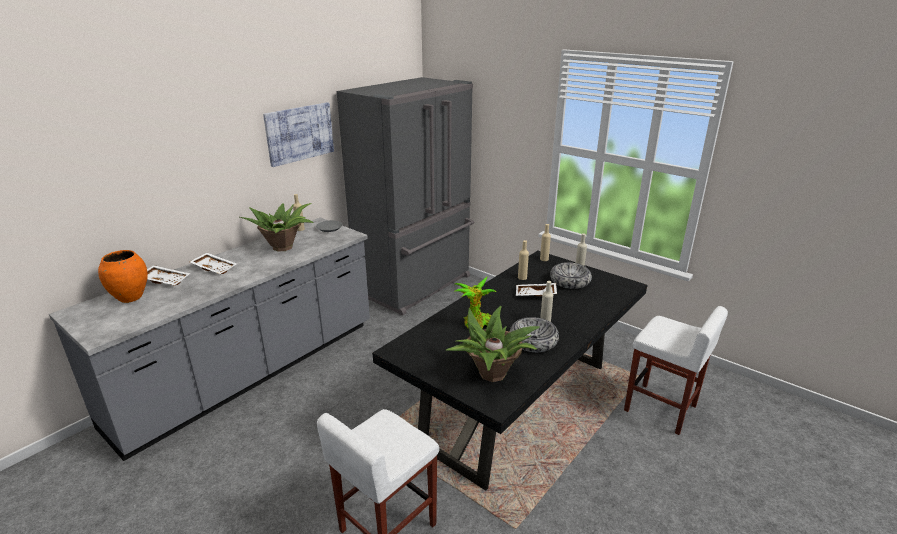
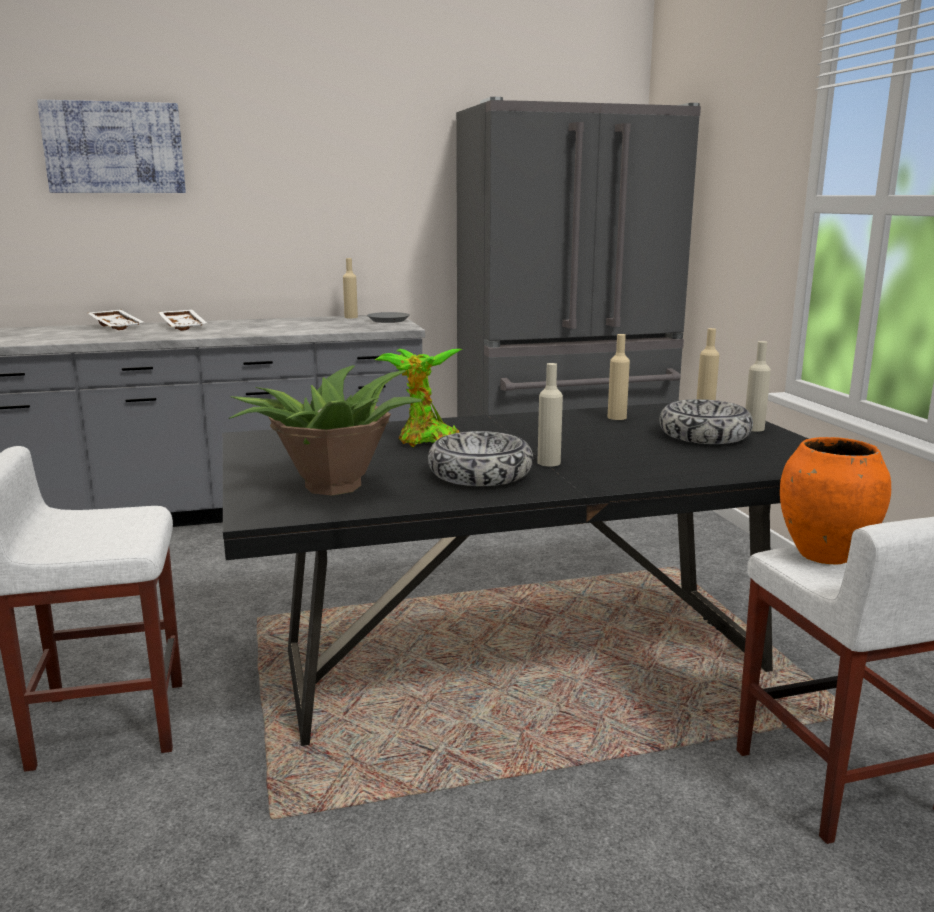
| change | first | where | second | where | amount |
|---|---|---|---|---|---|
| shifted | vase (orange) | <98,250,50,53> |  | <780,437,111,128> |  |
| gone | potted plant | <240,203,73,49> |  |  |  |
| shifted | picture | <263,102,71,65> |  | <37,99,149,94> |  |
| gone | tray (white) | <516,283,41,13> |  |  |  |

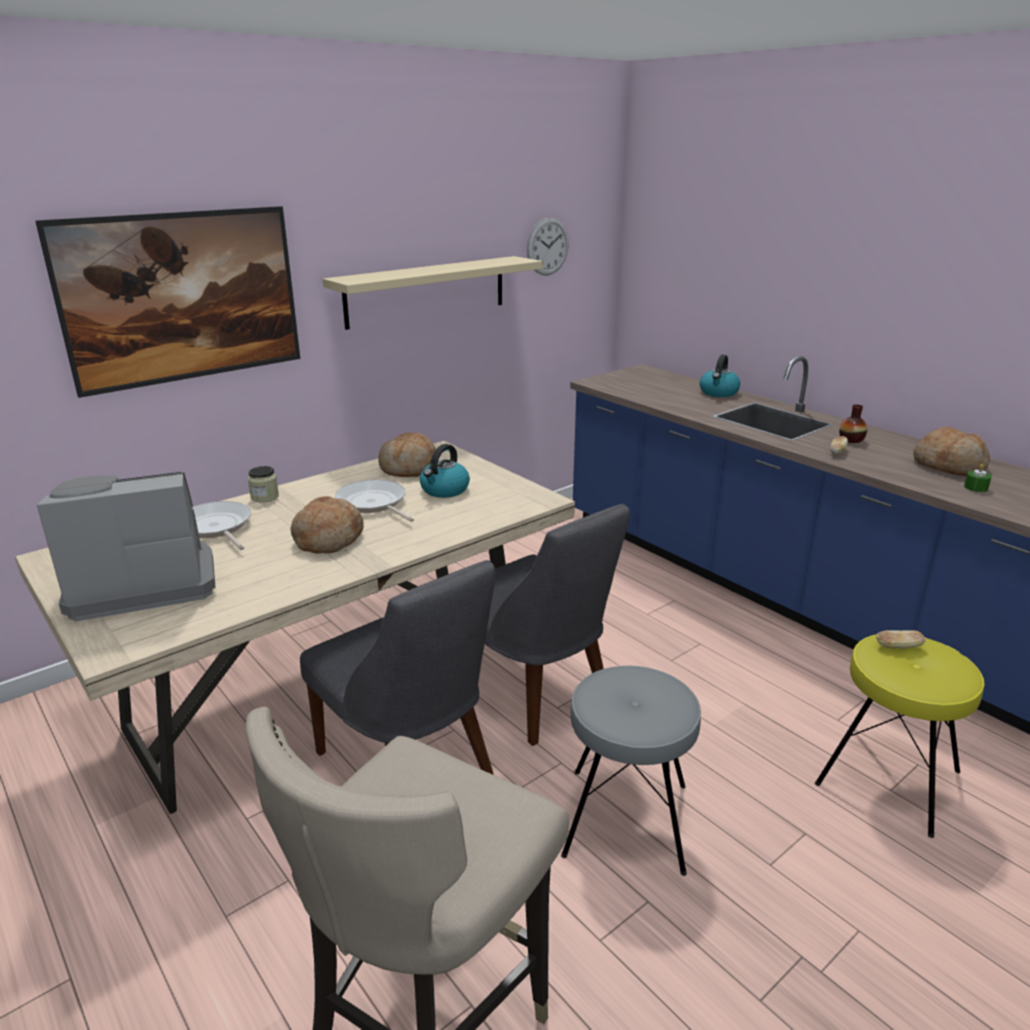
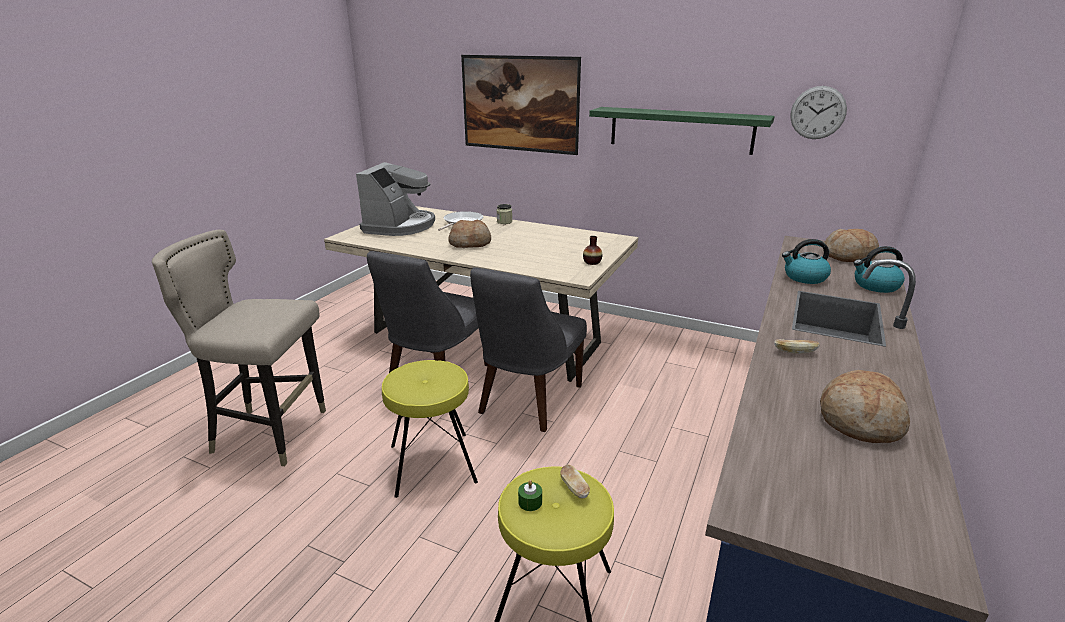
| change | first | where | second | where | amount |
|---|---|---|---|---|---|
| rotated | coffee machine | <37,471,179,150> |  | <356,162,79,74> | 60 degrees clockwise |
| repainted | shelf (beige) | <323,256,219,74> | shelf (green) | <589,107,185,48> |  |
| gone | frying pan | <335,480,79,42> |  |  |  |
| shifted | bread | <378,433,58,44> |  | <823,229,56,33> |  |
| shifted | kettle | <420,444,50,54> |  | <782,239,49,45> |  |
| repainted | stool (grey) | <561,666,140,210> | stool (yellow) | <382,360,96,138> |  |
| shifted | vase | <839,404,28,39> |  | <583,236,19,29> |  |
| shifted | candle (green) | <964,464,28,28> |  | <518,480,24,31> |  |

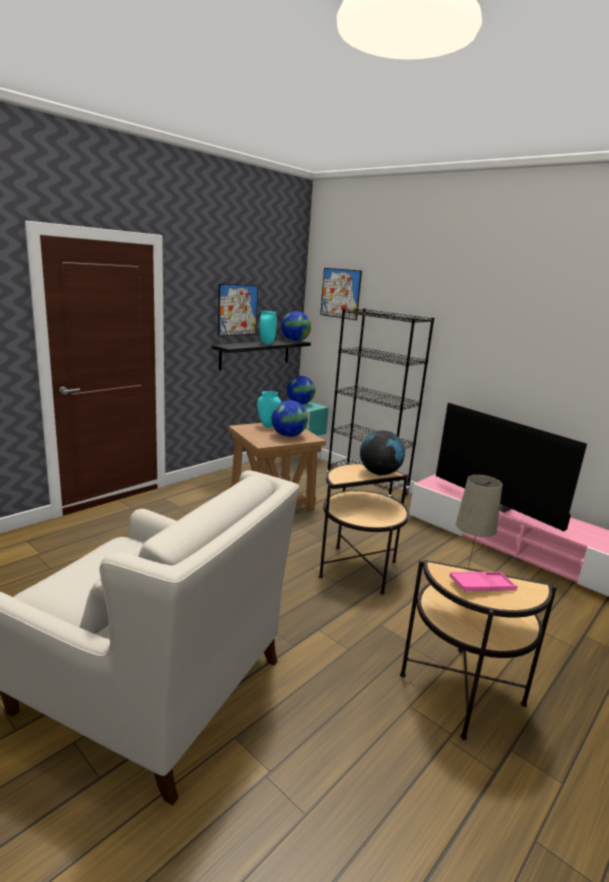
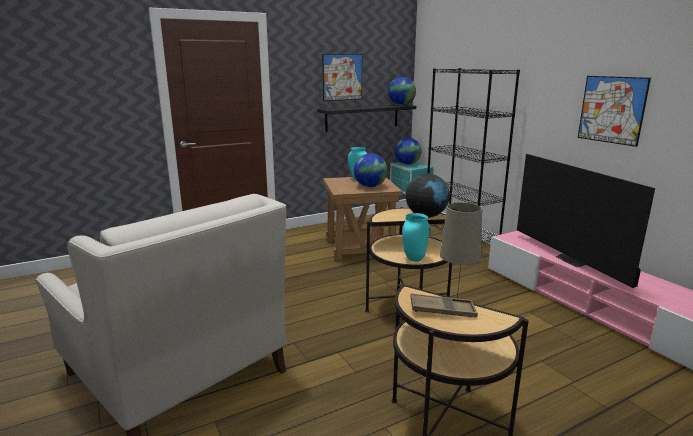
| change | first | where | second | where | amount |
|---|---|---|---|---|---|
| shifted | vase (turquoise) | <259,311,18,33> |  | <402,213,27,49> |  |
| shifted | picture | <320,268,42,52> |  | <578,76,73,71> |  |
| repainted | tray (pink) | <450,572,68,20> | tray (brown) | <410,293,68,25> |  |

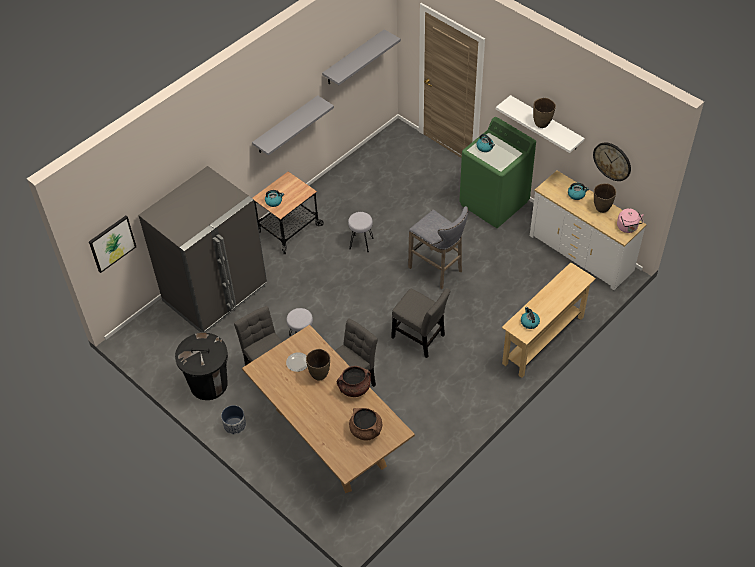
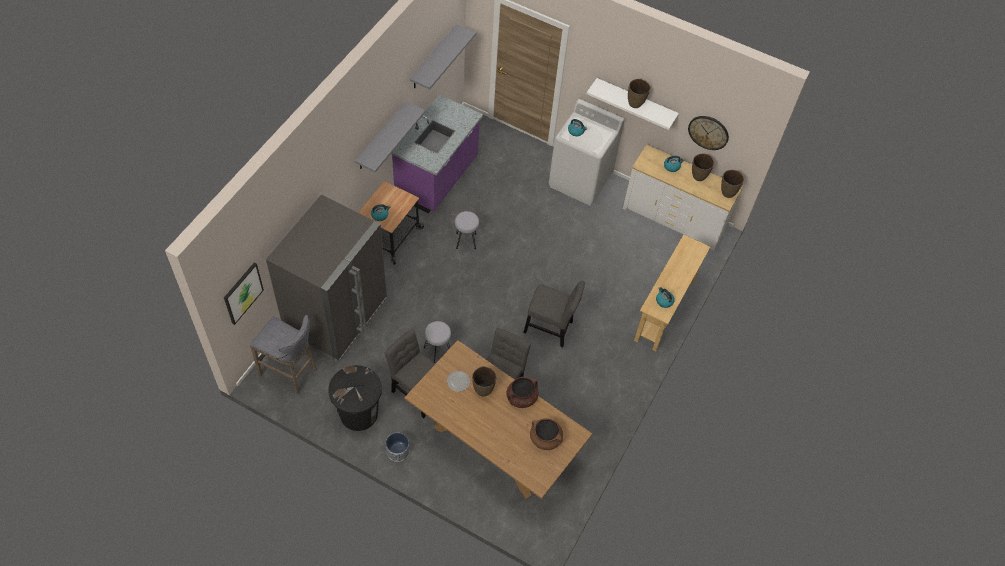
| change | first | where | second | where | amount |
|---|---|---|---|---|---|
| shifted | stool (grey) | <408,206,60,83> |  | <250,315,67,80> |  |
| repainted | washing machine (green) | <459,117,77,111> | washing machine (white) | <549,99,75,107> |  |
| swapped | kettle (pink) | <617,208,27,25> | vase (brown) | <721,170,23,28> |  |
| new |  |  | counter (purple) | <392,95,91,118> |  |

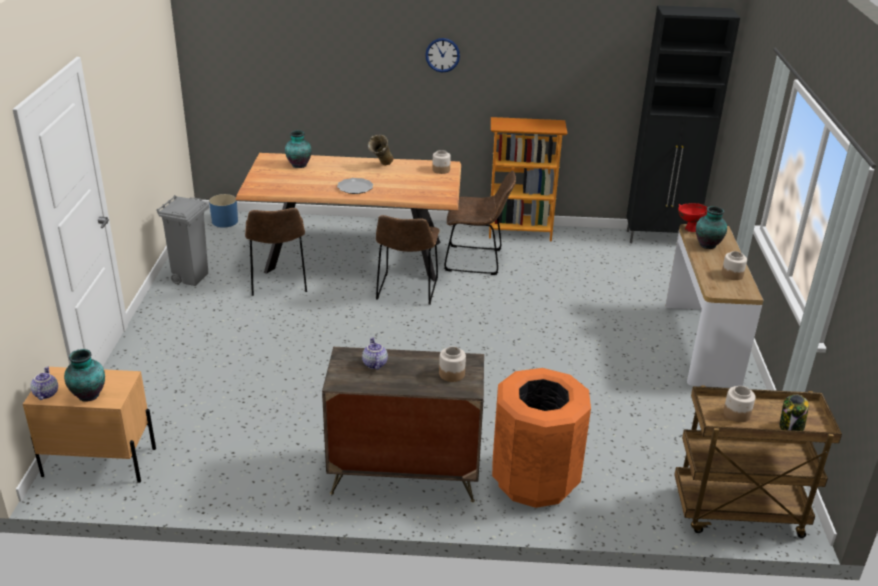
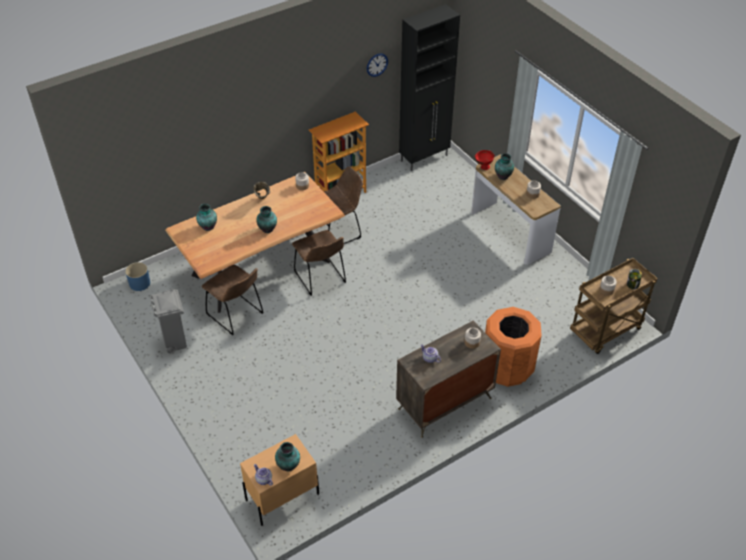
| change | first | where | second | where | amount |
|---|---|---|---|---|---|
| swapped | plate | <337,178,37,16> | vase | <256,206,21,27> |  |
| shifted | wall clock | <425,38,35,35> |  | <367,53,21,24> |  |

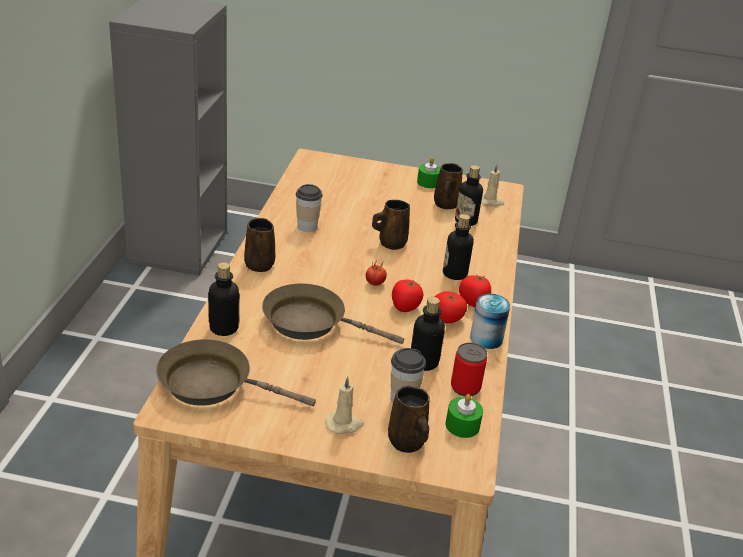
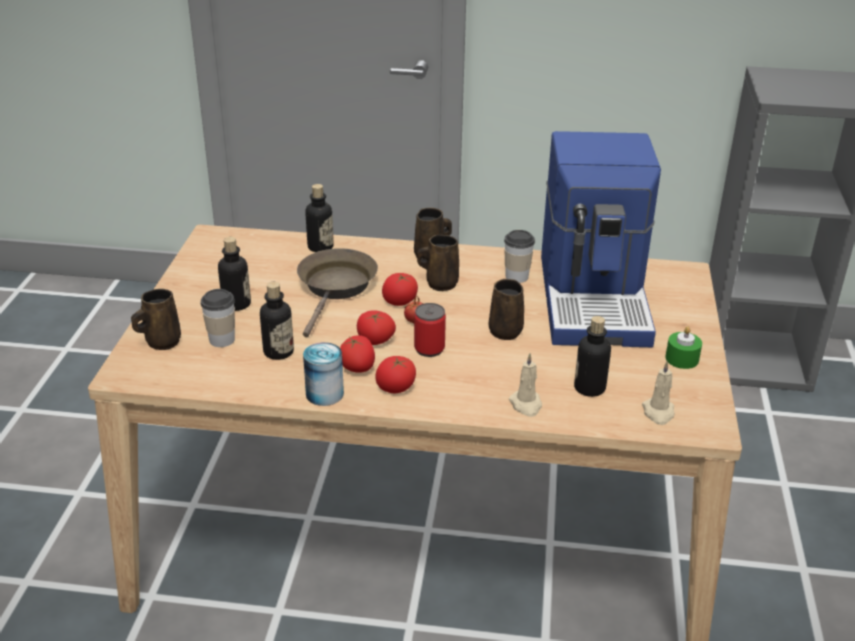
| change | first | where | second | where | amount |
|---|---|---|---|---|---|
| gone | frying pan (brown) | <156,339,160,67> |  |  |  |
| shifted | candle (beige) | <326,377,38,57> |  | <509,353,33,64> |  |
| shifted | mug (brown) | <434,163,29,46> |  | <417,235,42,56> |  |
| shifted | bottle | <443,214,31,66> |  | <218,237,33,74> |  |
| gone | candle (green) | <445,394,38,44> |  |  |  |
| shifted | can | <451,343,36,53> |  | <414,303,32,54> |  |
| new |  |  | tomato | <382,273,36,33> |  |
| new |  |  | coffee machine | <541,131,120,216> |  |

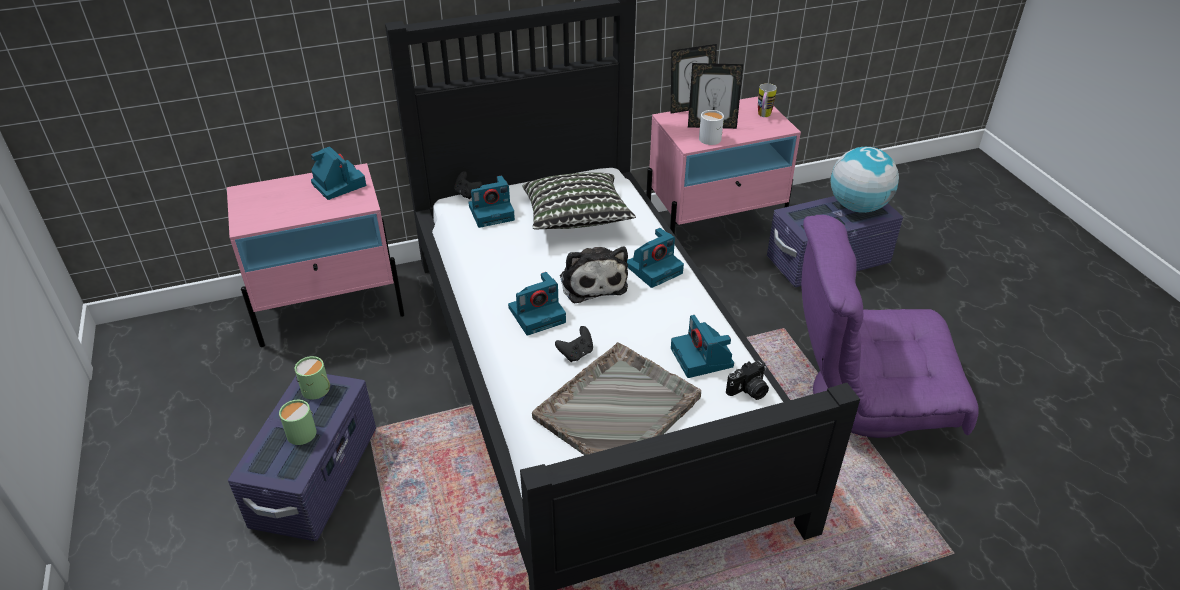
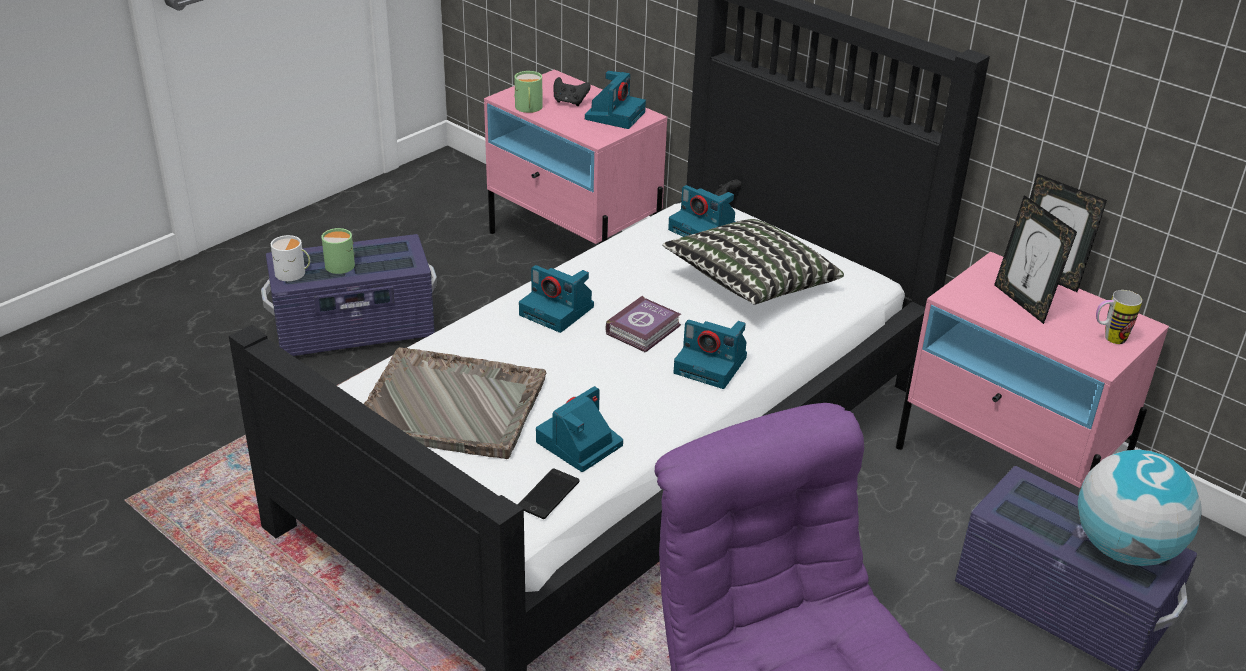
| change | first | where | second | where | amount |
|---|---|---|---|---|---|
| shifted | mug (green) | <295,356,35,44> |  | <514,71,28,42> |  |
| shifted | game controller (black) | <555,326,38,36> |  | <553,77,38,29> |  |
| swapped | plush toy | <560,246,68,58> | book | <605,295,76,58> |  |
| shifted | mug (white) | <699,110,25,35> |  | <271,235,39,46> |  |
| swapped | photo camera | <726,360,43,40> | phone | <518,469,62,50> |  |

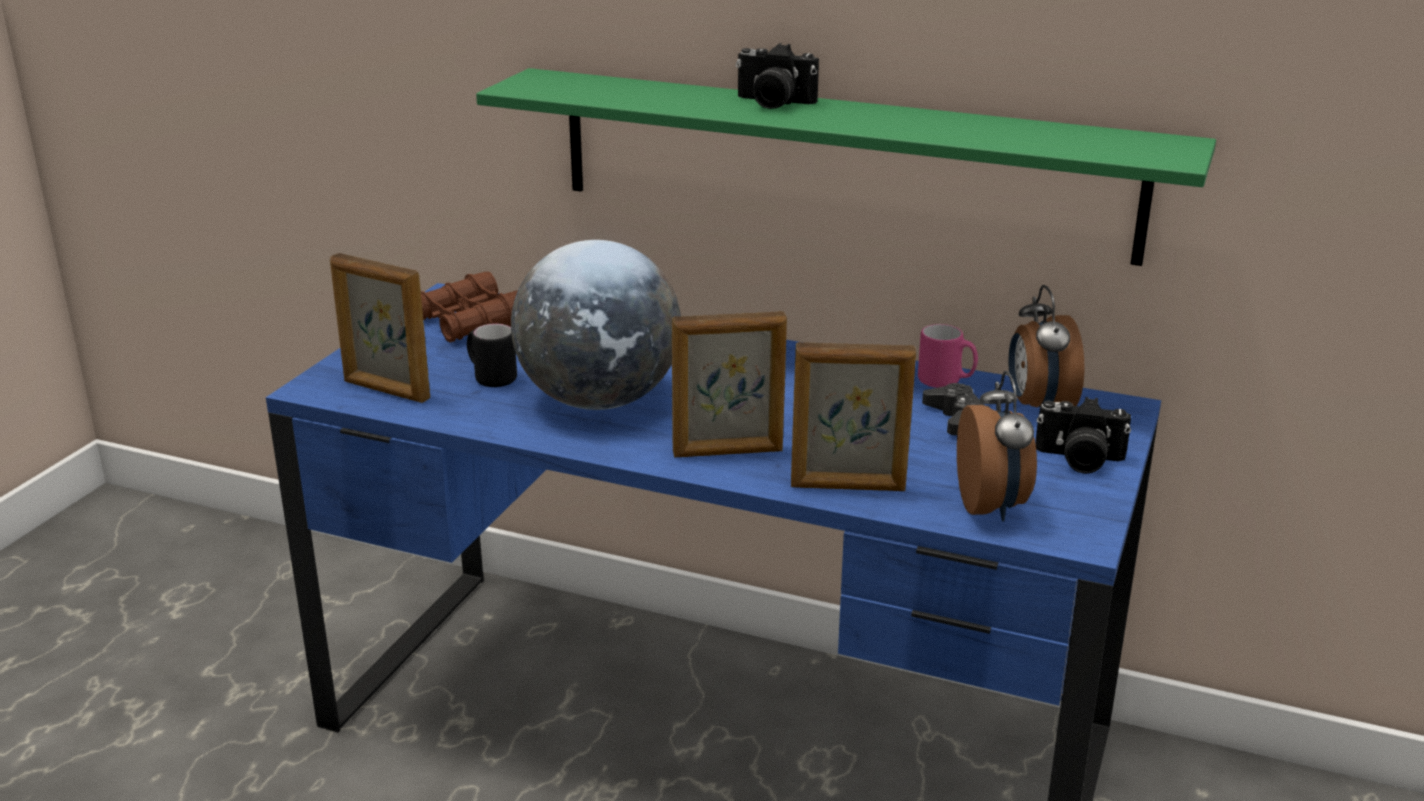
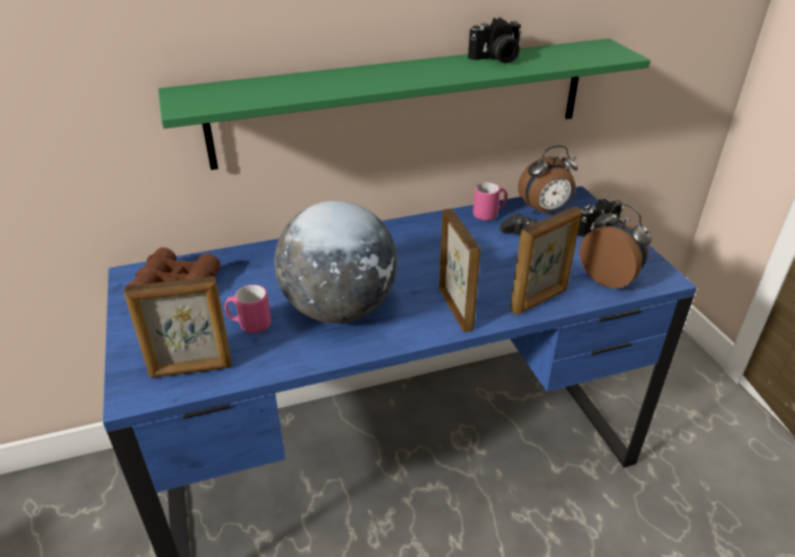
| change | first | where | second | where | amount |
|---|---|---|---|---|---|
| repainted | mug (black) | <467,323,50,64> | mug (pink) | <225,285,46,48> |  |
| rotated | picture frame | <672,311,115,146> |  | <439,208,42,125> | 60 degrees counterclockwise |
| shifted | photo camera | <736,43,83,66> |  | <468,17,54,46> |  |
| rotated | alarm clock | <1008,285,76,122> |  | <518,145,60,70> | 60 degrees counterclockwise |

